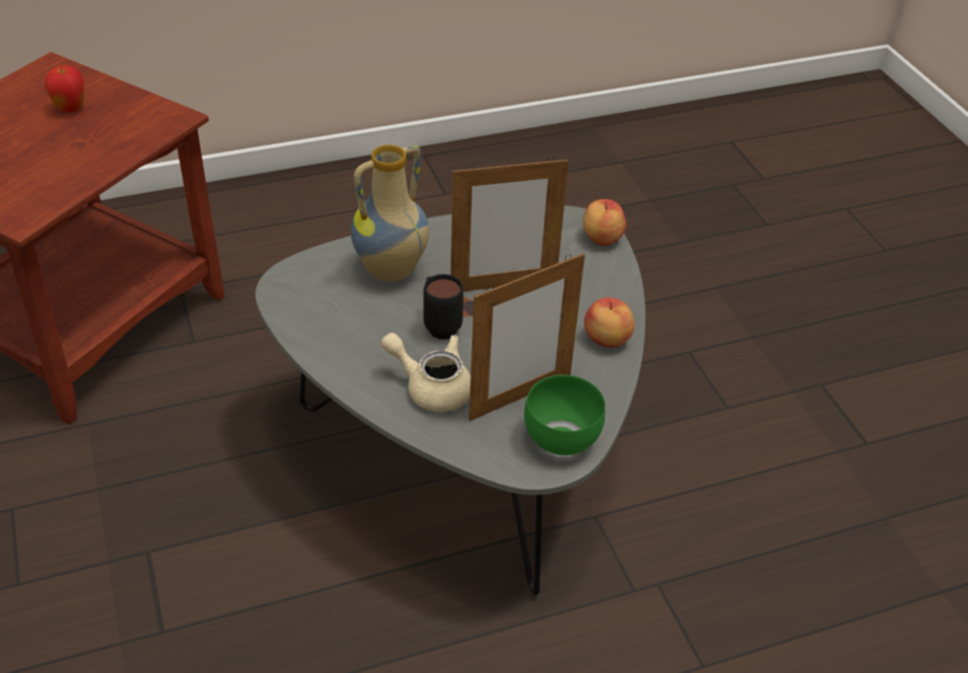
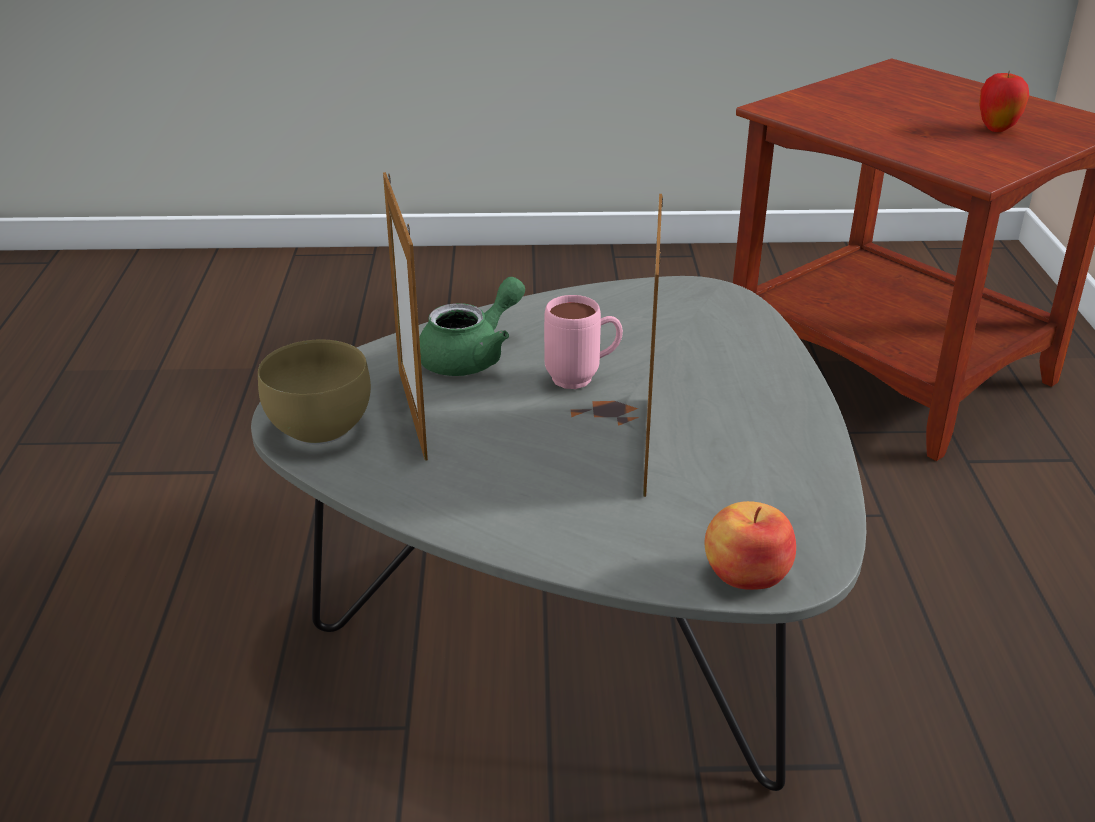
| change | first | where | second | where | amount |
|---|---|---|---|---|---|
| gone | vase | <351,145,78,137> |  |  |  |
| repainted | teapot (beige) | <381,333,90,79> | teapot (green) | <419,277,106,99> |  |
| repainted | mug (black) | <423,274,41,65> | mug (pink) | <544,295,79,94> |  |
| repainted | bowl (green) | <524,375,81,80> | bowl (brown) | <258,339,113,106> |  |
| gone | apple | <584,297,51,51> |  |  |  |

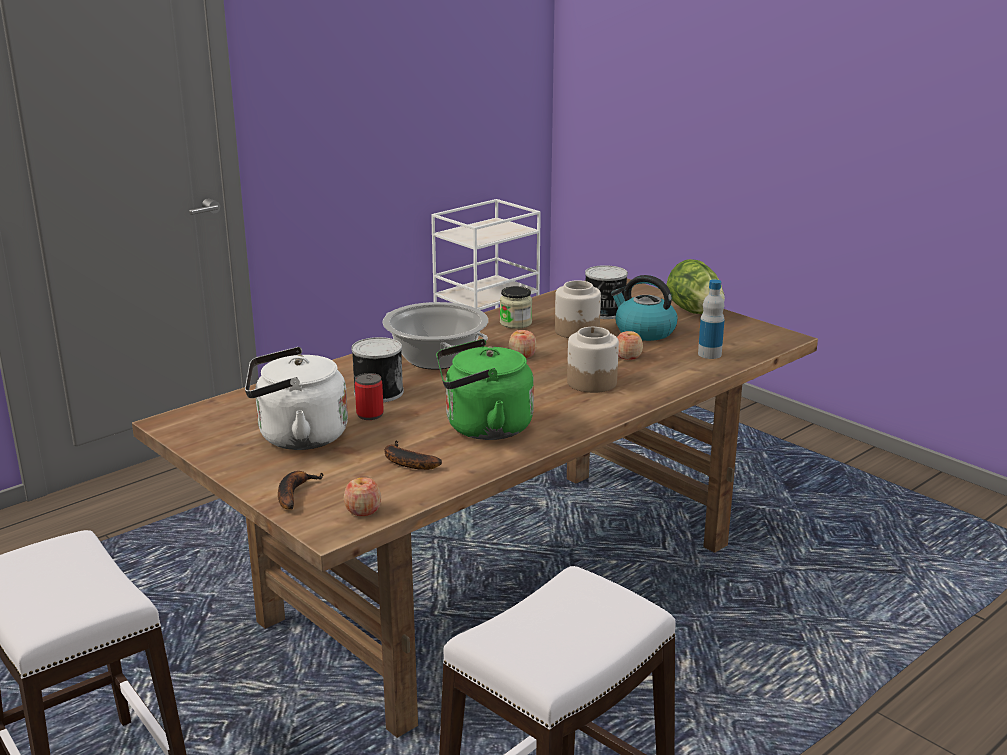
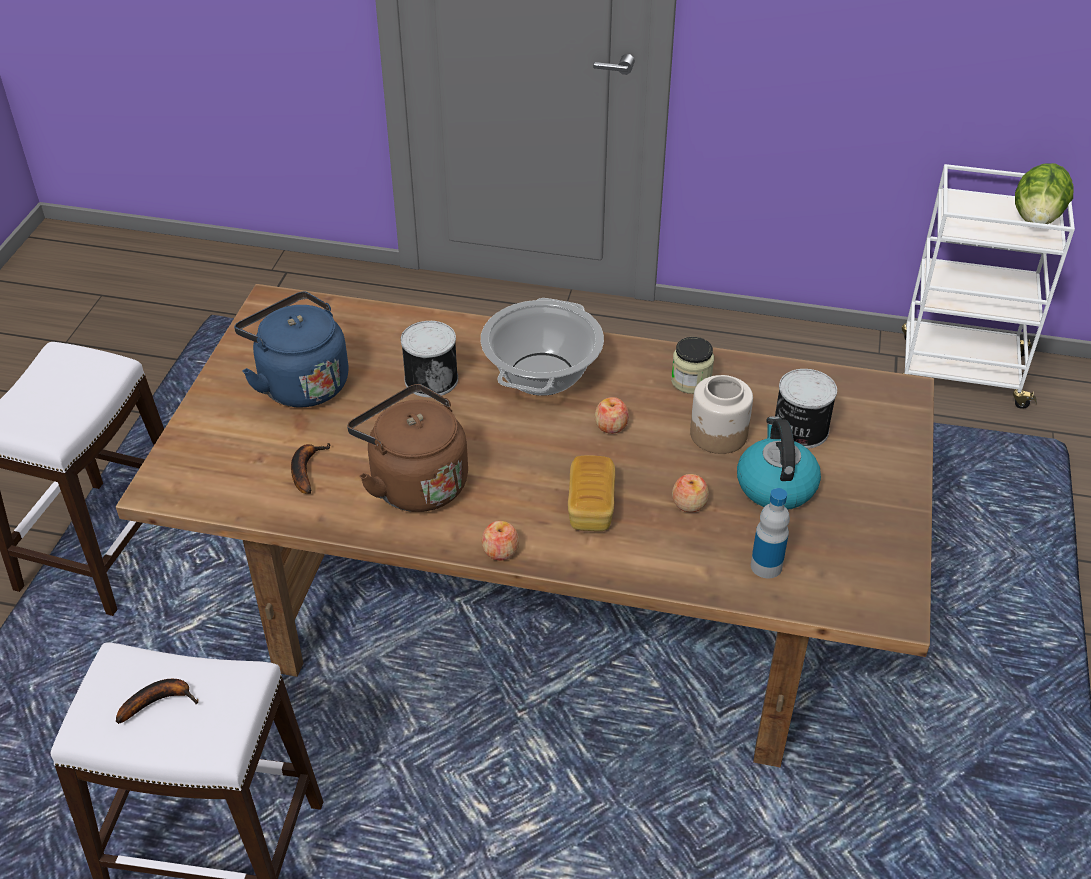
| change | first | where | second | where | amount |
|---|---|---|---|---|---|
| repainted | kettle (white) | <245,347,103,103> | kettle (blue) | <234,292,115,116> |  |
| shifted | banana | <278,471,45,39> |  | <116,679,82,45> |  |
| shifted | apple | <344,477,37,39> |  | <482,521,37,40> |  |
| gone | can | <355,373,29,47> |  |  |  |
| repainted | kettle (green) | <436,339,98,101> | kettle (brown) | <347,384,121,128> |  |
| swapped | jar | <567,327,52,66> | bread | <568,456,47,75> |  |
| shifted | lettuce | <666,259,59,55> |  | <1015,163,59,61> |  |

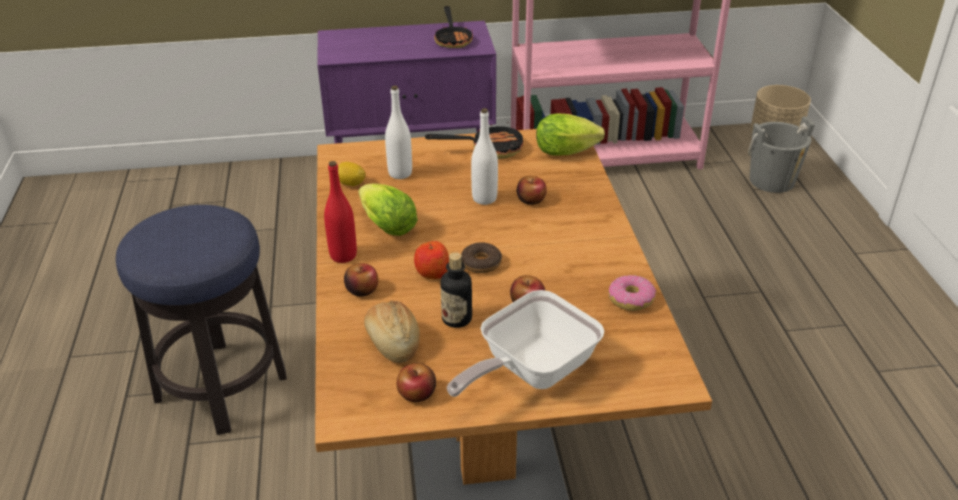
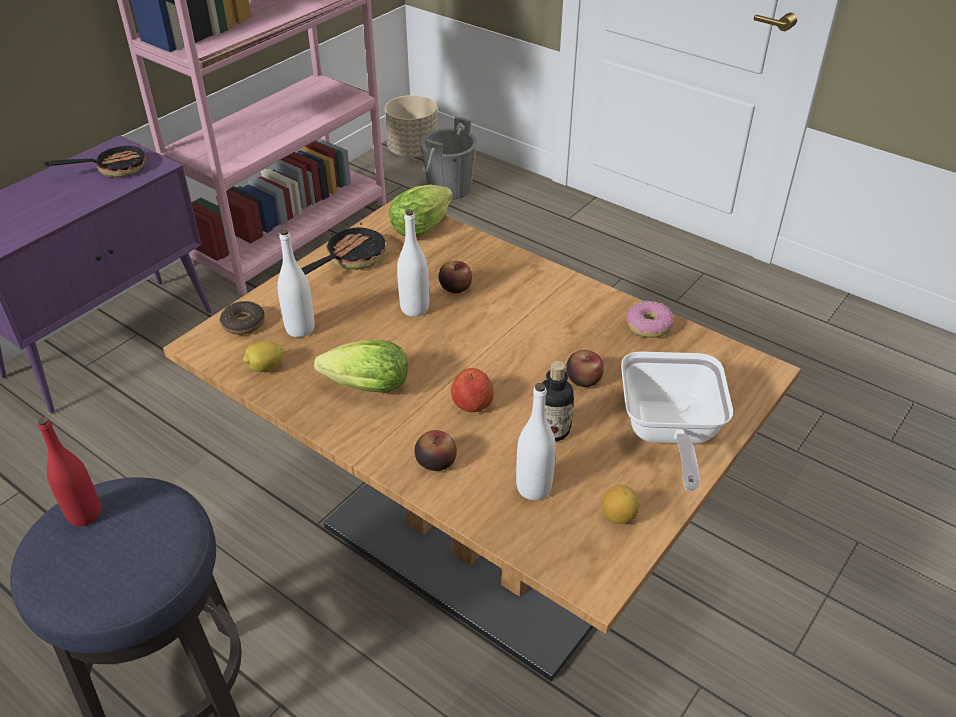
| change | first | where | second | where | amount |
|---|---|---|---|---|---|
| shifted | bottle (red) | <324,161,33,102> |  | <38,417,63,109> |  |
| swapped | bread | <364,300,56,63> | bottle (white) | <516,383,40,117> |  |
| swapped | apple | <396,363,40,39> | lemon | <602,485,38,39> |  |
| rotated | frying pan | <434,6,39,42> |  | <44,138,102,39> | 60 degrees counterclockwise |
| shifted | donut | <461,242,41,31> |  | <220,301,45,34> |  |

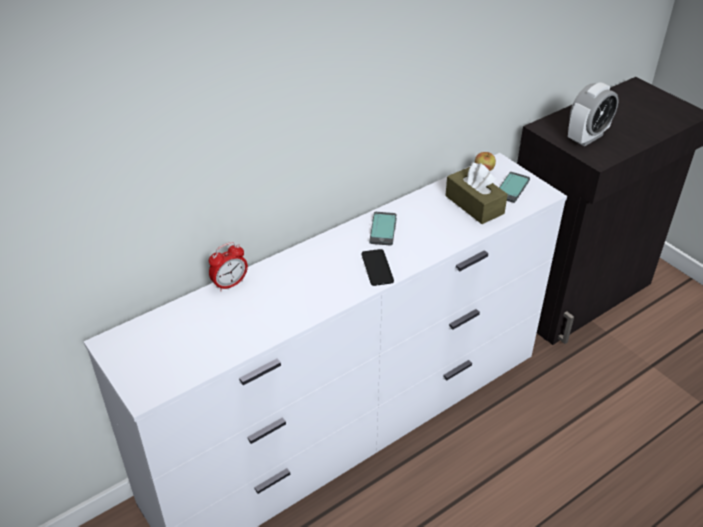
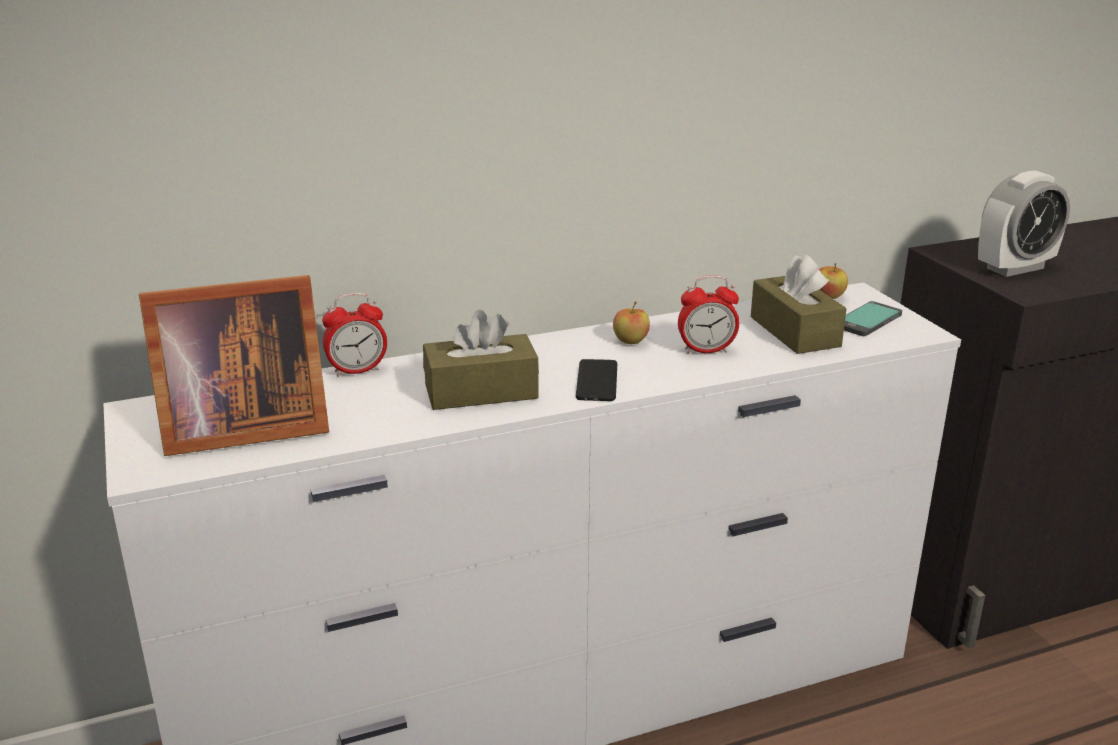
| change | first | where | second | where | amount |
|---|---|---|---|---|---|
| swapped | phone | <369,212,28,34> | apple | <613,301,37,43> |  |
| new |  |  | picture frame | <139,275,190,181> |  |
| new |  |  | tissue box (brown) | <423,310,116,100> |  |
| new |  |  | alarm clock | <678,276,61,78> |  |

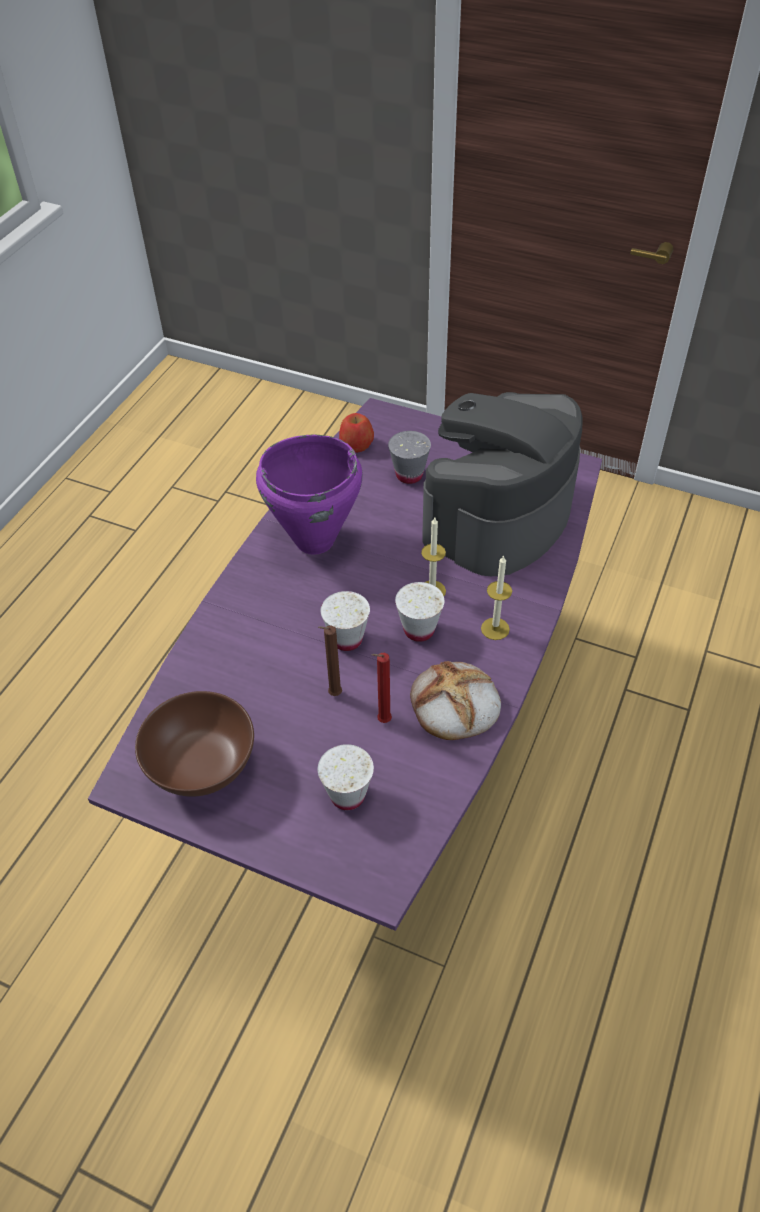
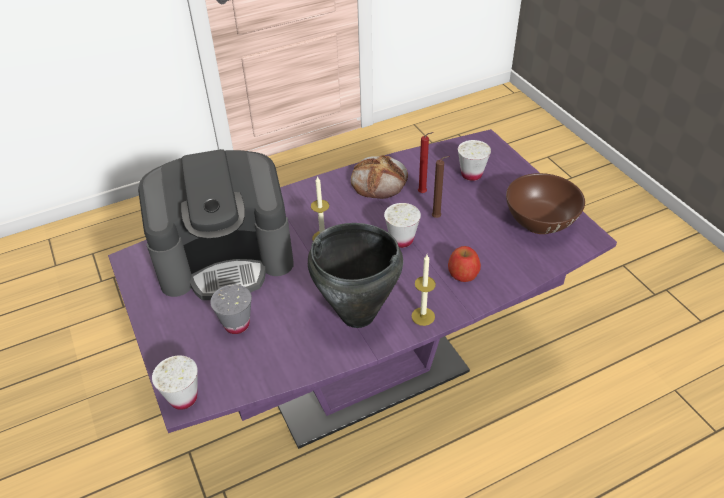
| change | first | where | second | where | amount |
|---|---|---|---|---|---|
| repainted | cooking pot (purple) | <256,434,107,121> | cooking pot (black) | <308,223,95,105> |  |
| shifted | apple | <339,413,35,40> |  | <448,246,33,36> |  |
| shifted | cup (white) | <395,582,49,60> |  | <152,356,46,54> |  |
| shifted | candle | <481,555,31,85> |  | <411,255,25,71> |  |

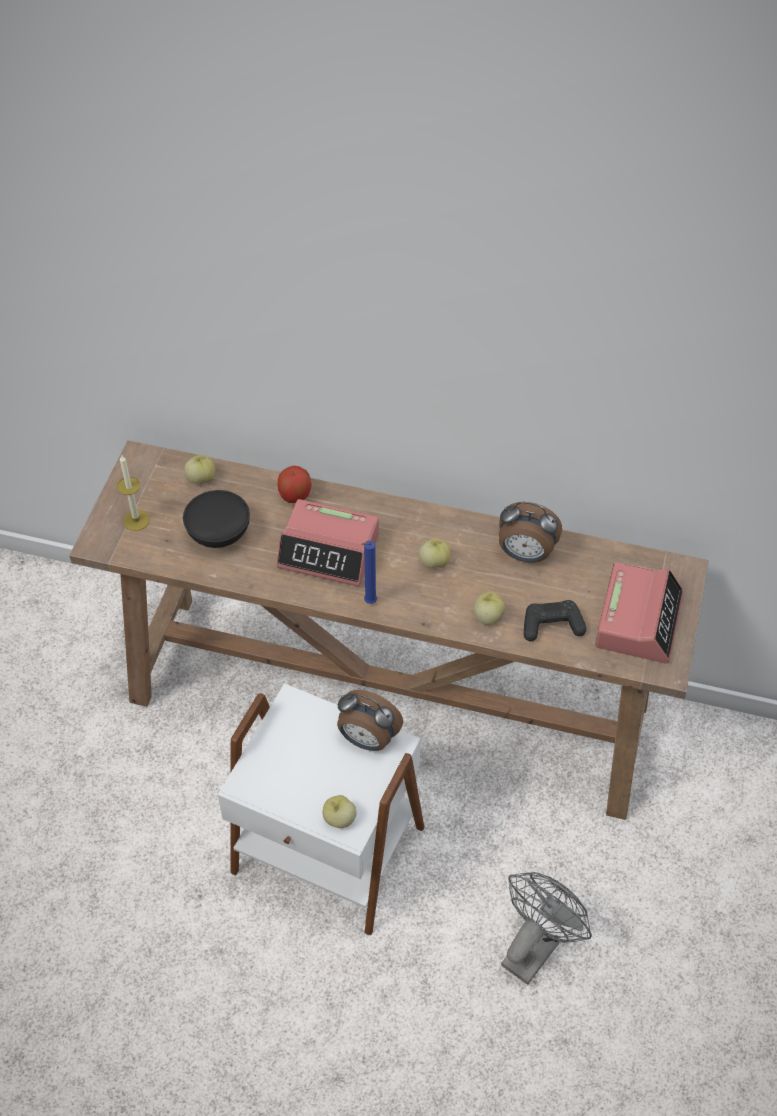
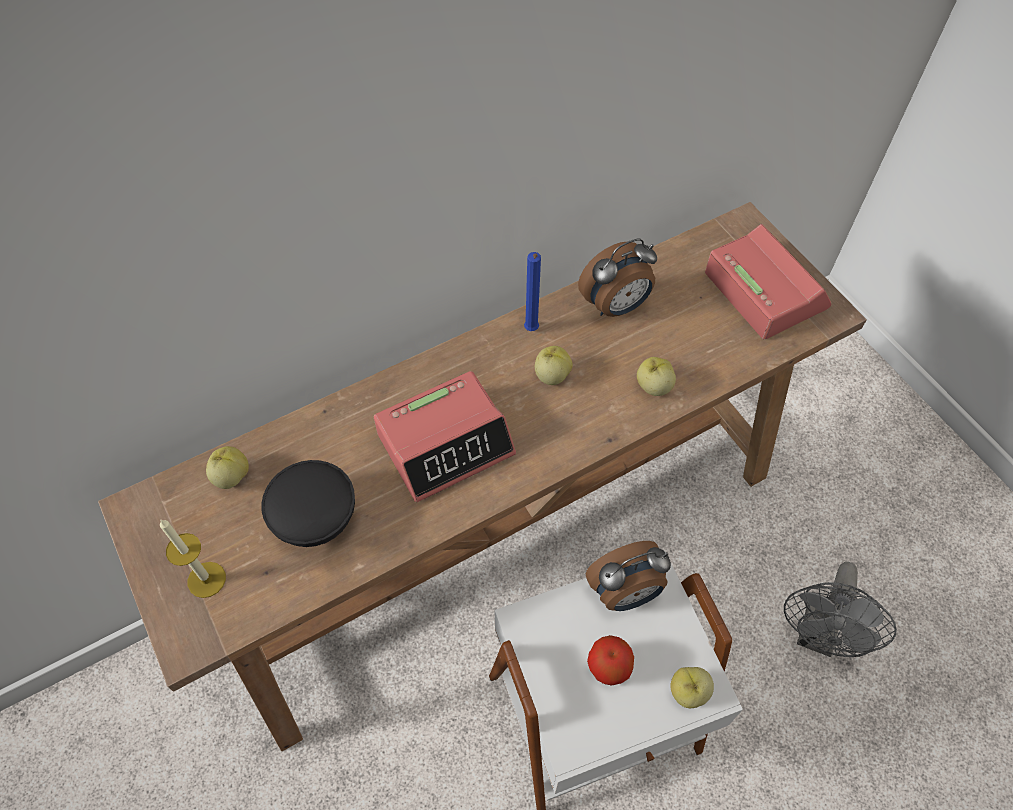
| change | first | where | second | where | amount |
|---|---|---|---|---|---|
| shifted | apple | <278,466,34,37> |  | <587,635,47,51> |  |
| shifted | candle (blue) | <361,541,16,63> |  | <524,252,17,79> |  |
| rotated | fan (grey) | <501,872,91,113> |  | <784,562,113,95> | 150 degrees counterclockwise |
| gone | game controller (black) | <524,600,62,41> |  |  |  |

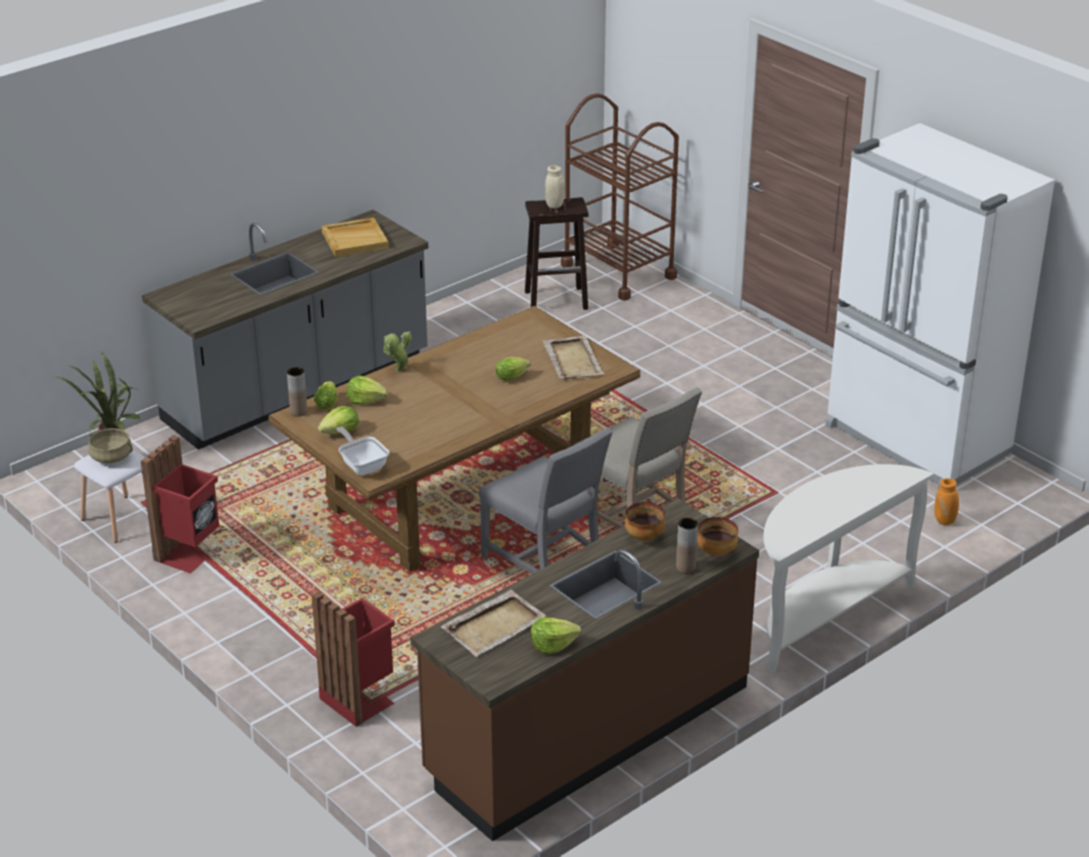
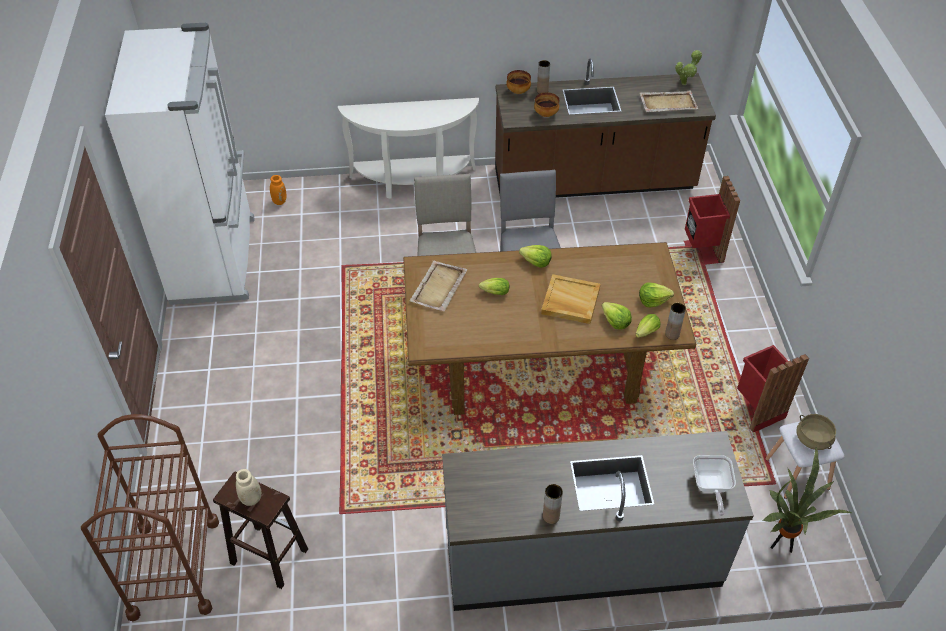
| change | first | where | second | where | amount |
|---|---|---|---|---|---|
| shifted | tray (beige) | <321,217,68,40> |  | <541,274,59,50> |  |
| shifted | frying pan | <337,427,52,49> |  | <693,455,43,61> |  |
| shifted | potted plant | <384,331,28,41> |  | <675,50,27,35> |  |
| shifted | lettuce | <531,618,50,36> |  | <519,245,33,23> |  |
| new |  |  | vase (brown) | <543,484,20,40> |  |

